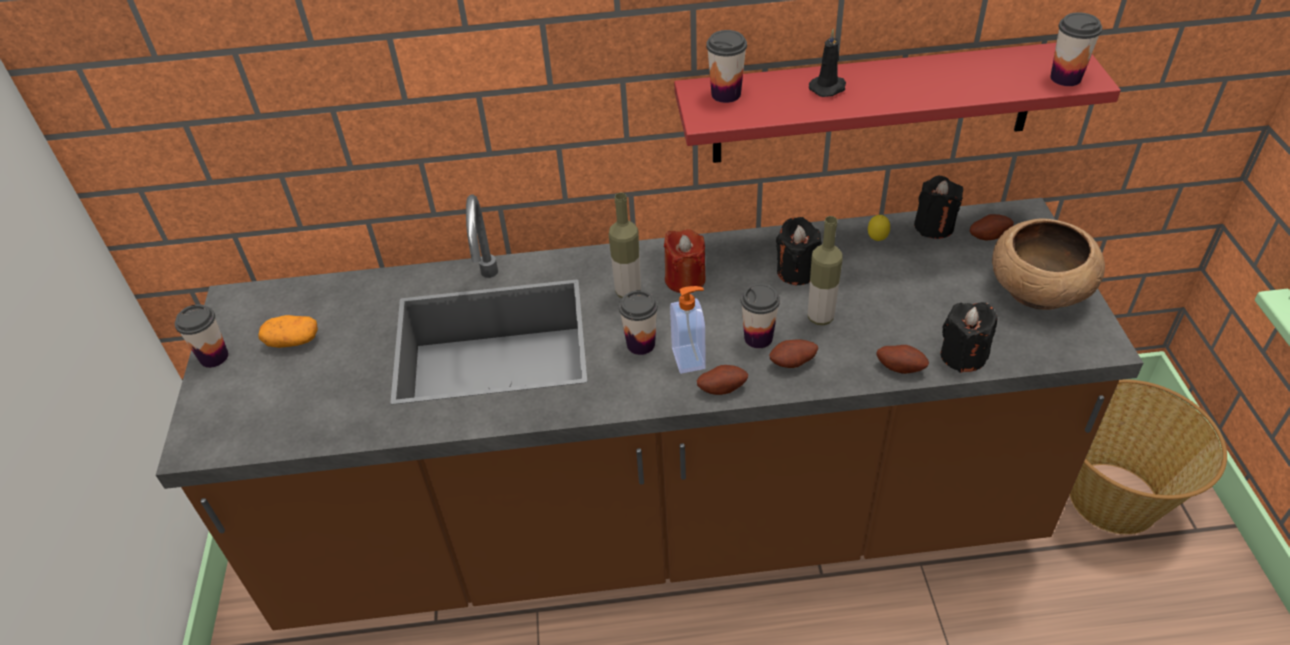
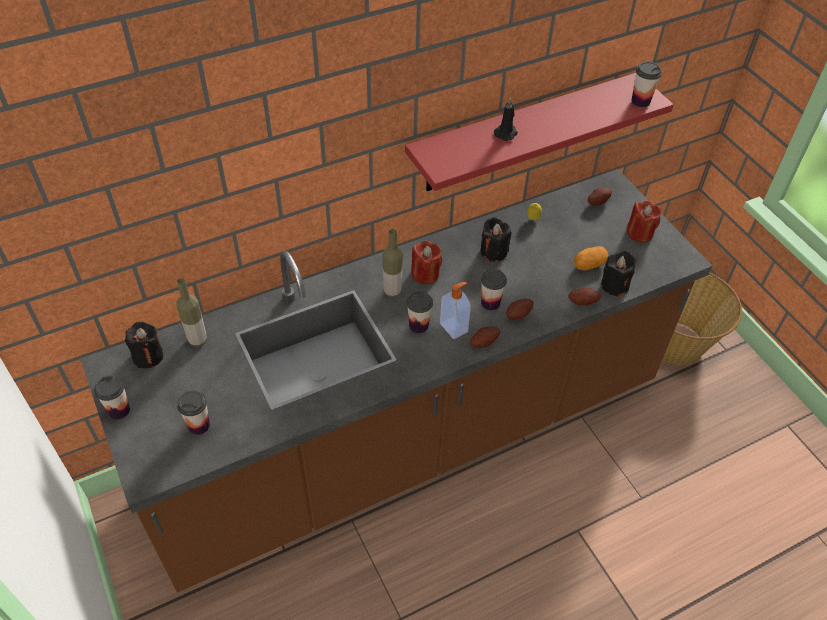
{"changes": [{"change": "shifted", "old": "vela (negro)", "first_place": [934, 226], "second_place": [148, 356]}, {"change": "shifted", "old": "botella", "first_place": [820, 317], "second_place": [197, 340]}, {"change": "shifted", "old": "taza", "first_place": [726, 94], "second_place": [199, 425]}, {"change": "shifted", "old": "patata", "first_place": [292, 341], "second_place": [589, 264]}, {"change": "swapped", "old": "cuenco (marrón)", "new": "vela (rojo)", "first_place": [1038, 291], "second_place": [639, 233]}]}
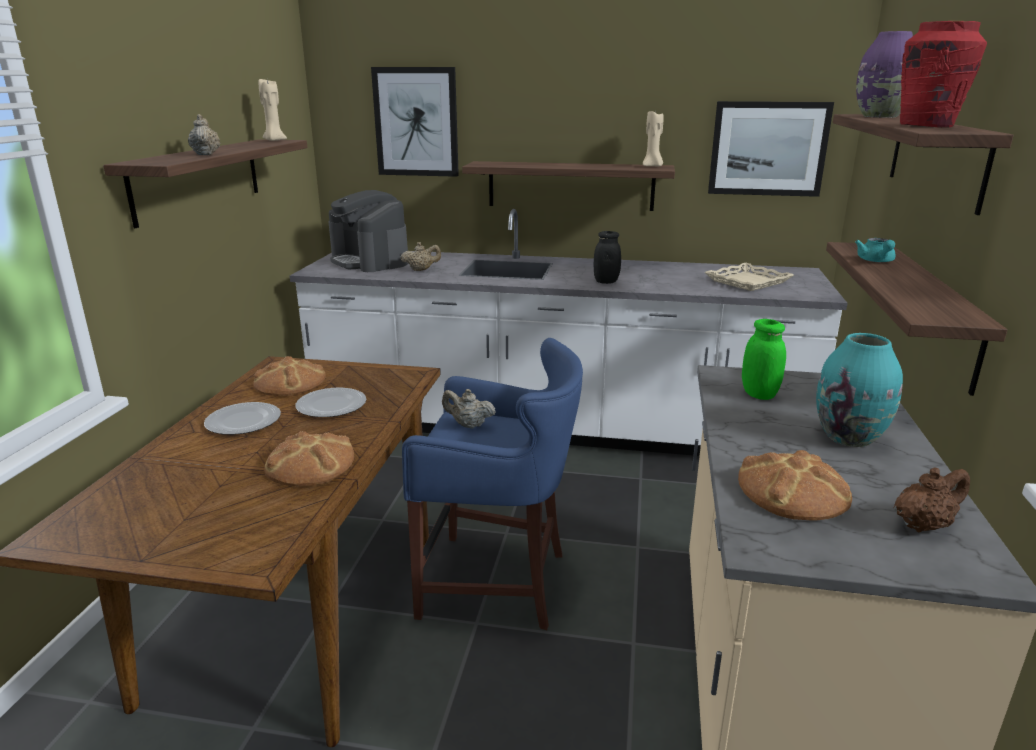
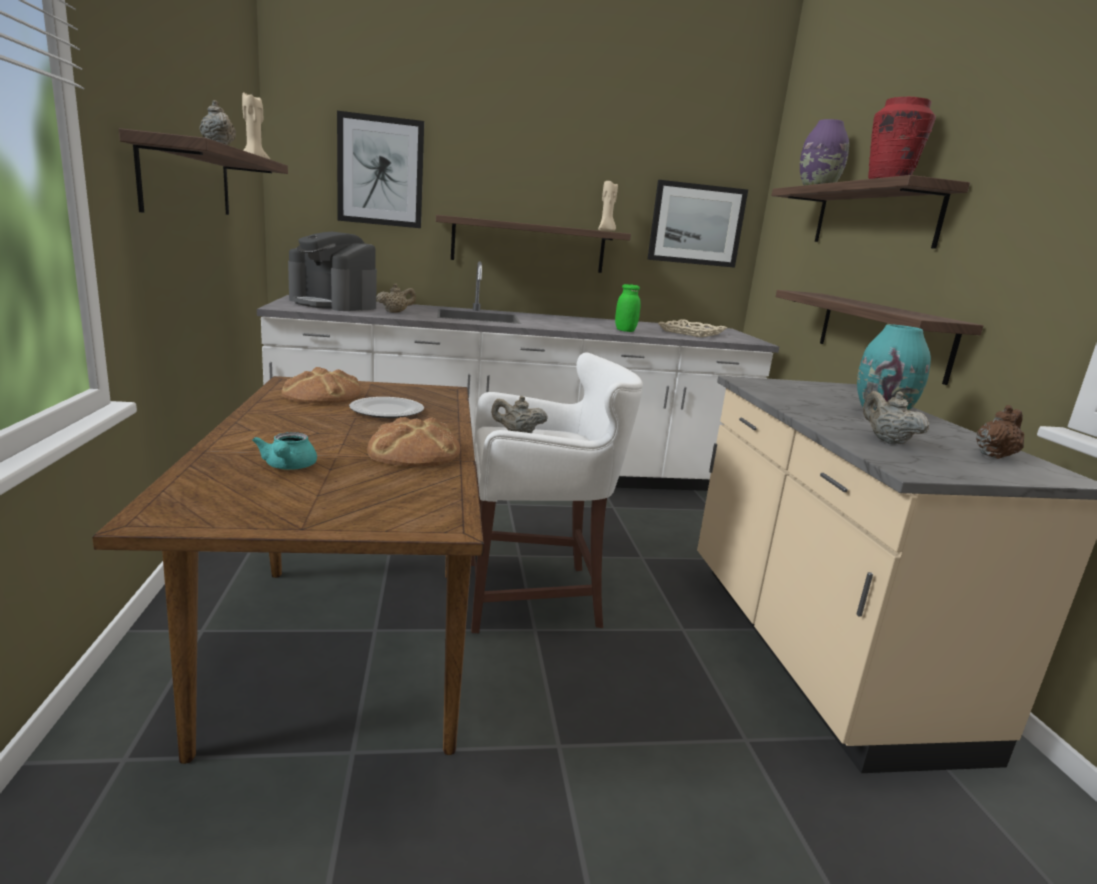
{"changes": [{"change": "shifted", "old": "tetera (turquesa)", "first_place": [876, 261], "second_place": [288, 467]}, {"change": "repainted", "old": "taburete (azul)", "new": "taburete (blanco)", "first_place": [498, 582], "second_place": [536, 595]}, {"change": "shifted", "old": "tarro (verde)", "first_place": [759, 394], "second_place": [625, 330]}, {"change": "swapped", "old": "pan", "new": "tetera (beis)", "first_place": [792, 491], "second_place": [887, 440]}, {"change": "gone", "old": "plato", "first_place": [242, 422]}, {"change": "gone", "old": "tarro (negro)", "first_place": [606, 281]}]}
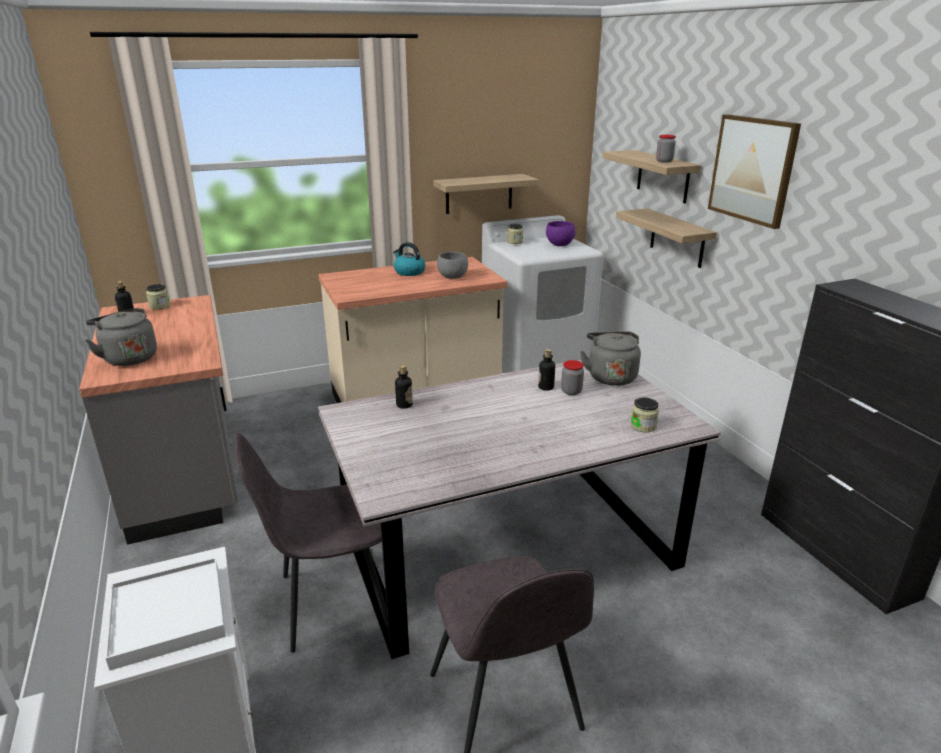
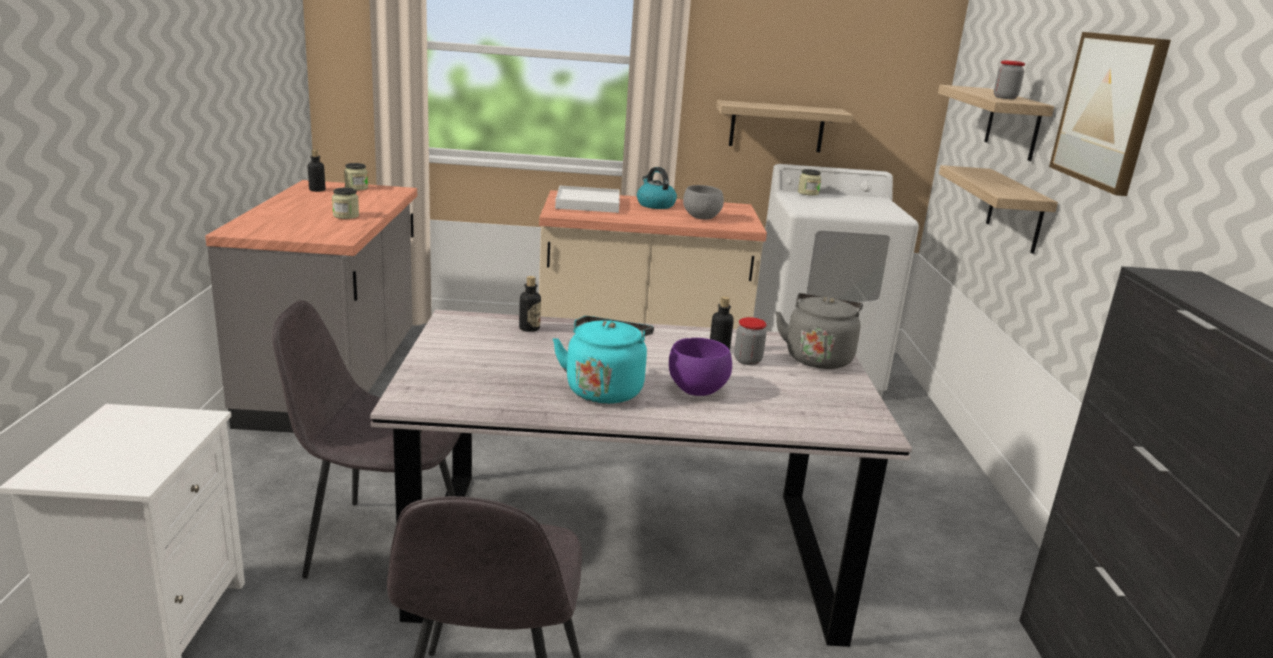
{"changes": [{"change": "shifted", "old": "tarro", "first_place": [643, 426], "second_place": [346, 216]}, {"change": "new", "new": "hervidor (turquesa)", "second_place": [605, 389]}, {"change": "shifted", "old": "bandeja (blanco)", "first_place": [168, 615], "second_place": [588, 203]}, {"change": "shifted", "old": "cuenco (morado)", "first_place": [559, 245], "second_place": [696, 390]}, {"change": "gone", "old": "hervidor (gris)", "first_place": [128, 358]}]}
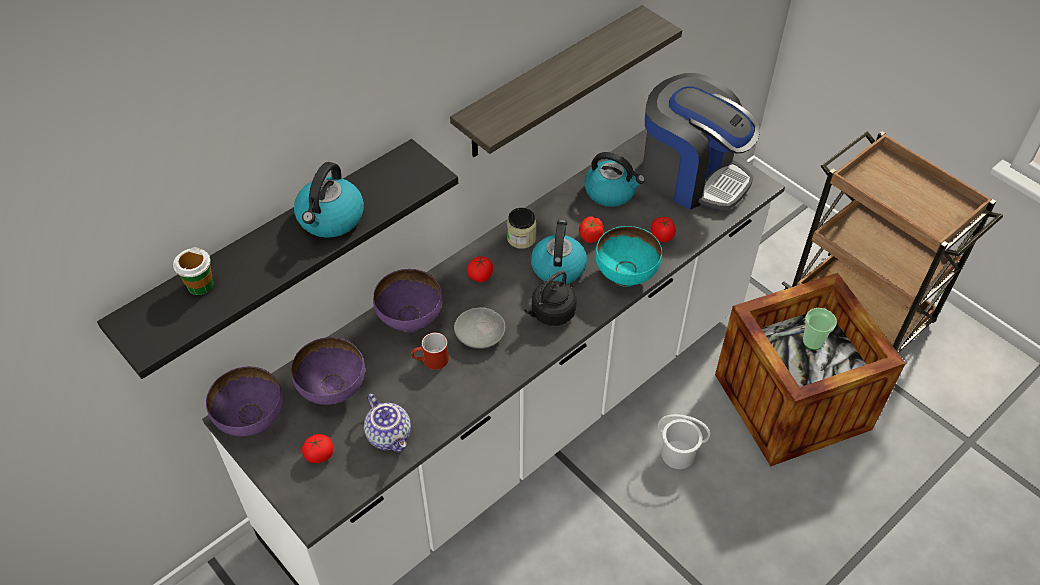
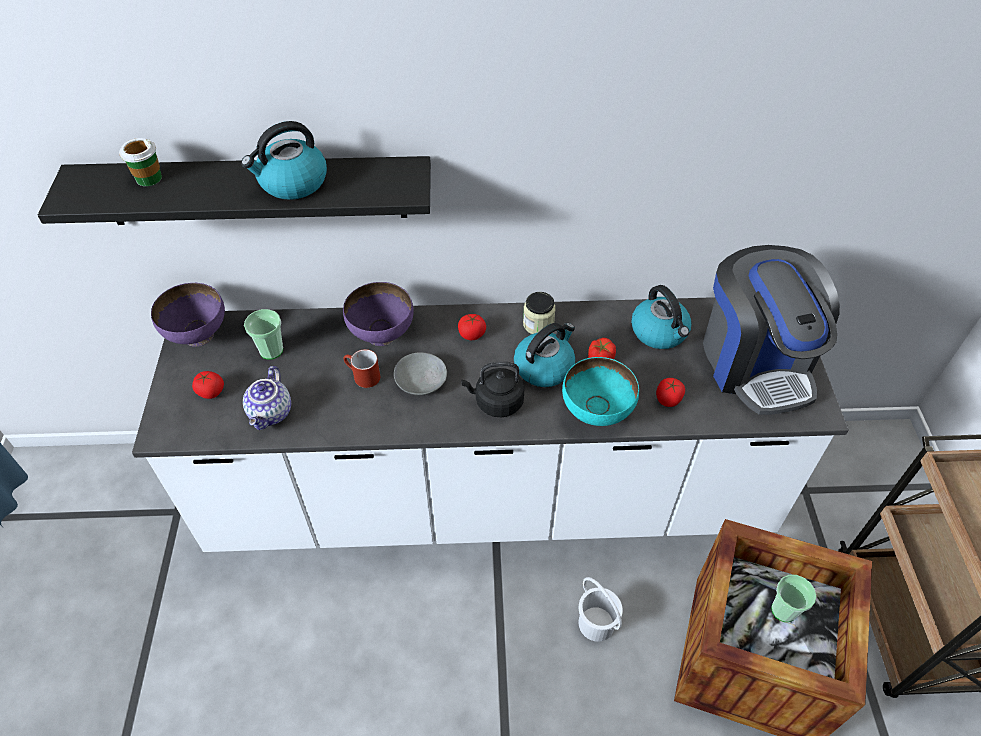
{"changes": [{"change": "swapped", "old": "cuenco (morado)", "new": "taza", "first_place": [332, 390], "second_place": [271, 350]}, {"change": "gone", "old": "estante", "first_place": [550, 84]}]}
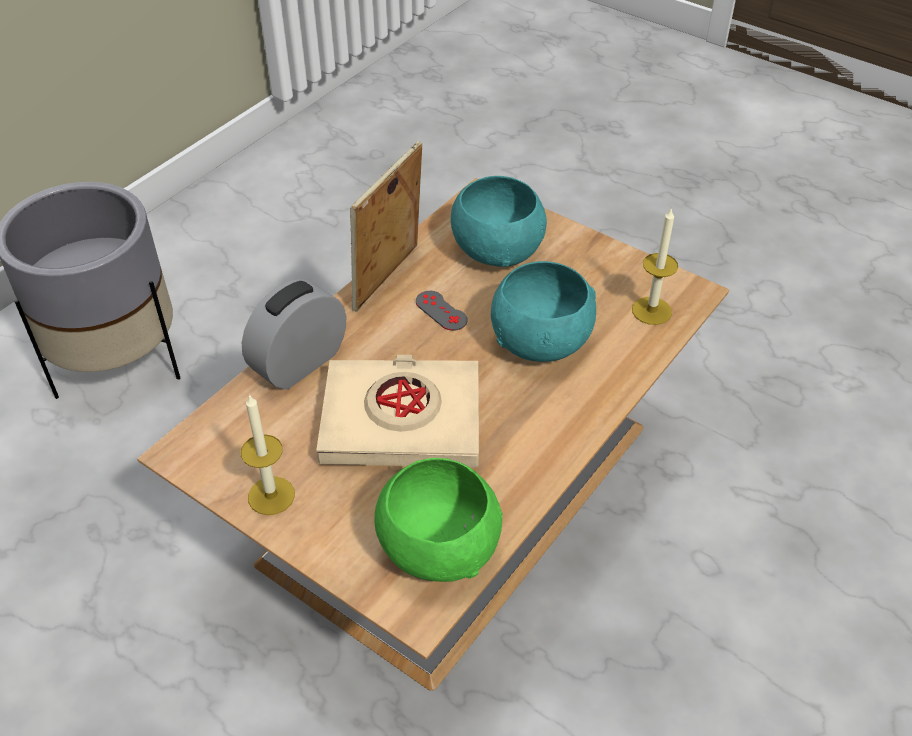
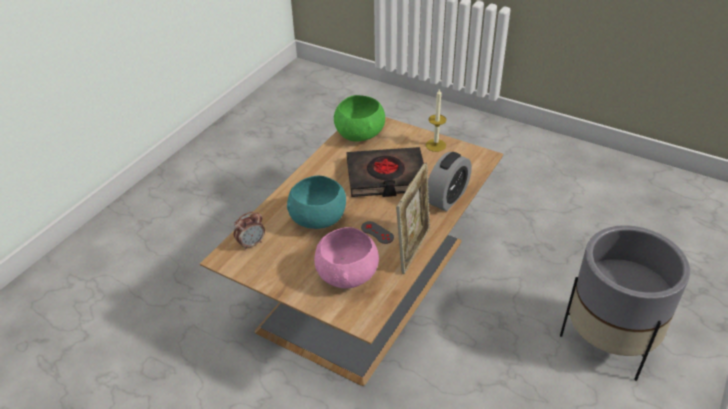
{"changes": [{"change": "swapped", "old": "vela", "new": "despertador", "first_place": [651, 311], "second_place": [251, 244]}, {"change": "repainted", "old": "cuenco (turquesa)", "new": "cuenco (rosa)", "first_place": [496, 250], "second_place": [348, 276]}, {"change": "repainted", "old": "libro (beis)", "new": "libro (negro)", "first_place": [402, 420], "second_place": [386, 177]}]}
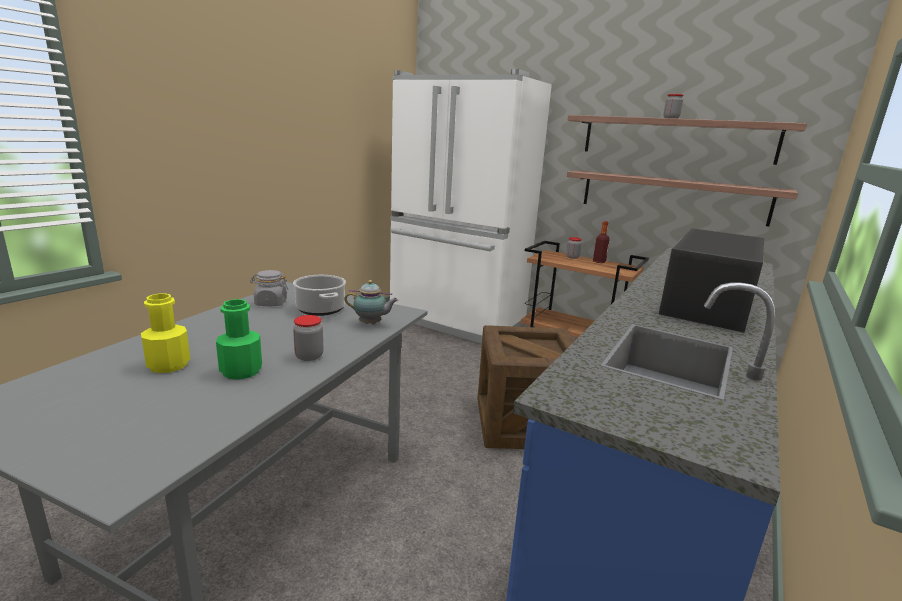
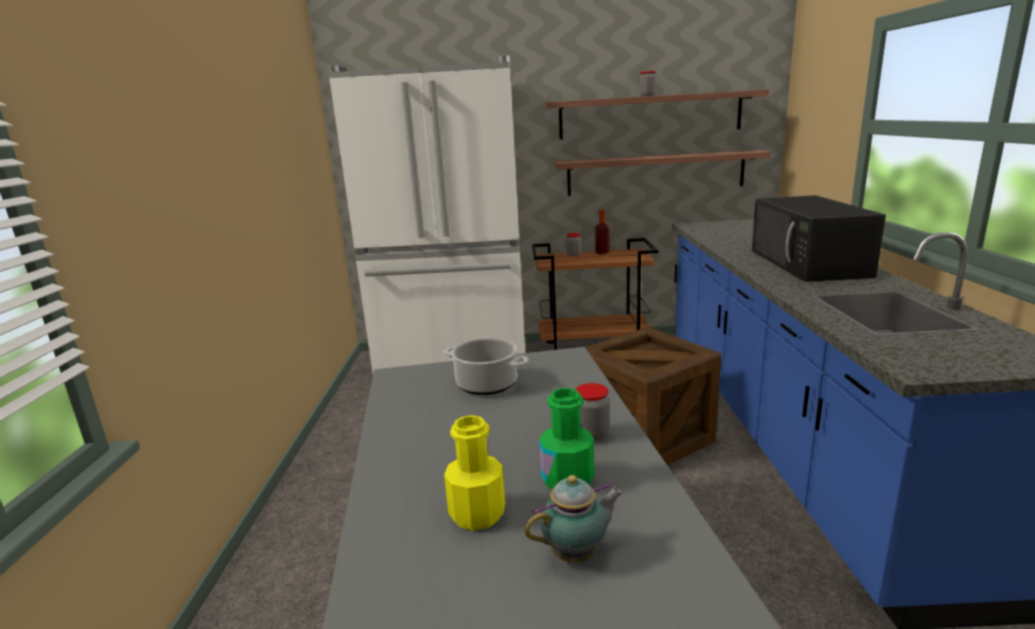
{"changes": [{"change": "shifted", "old": "tetera", "first_place": [371, 324], "second_place": [577, 554]}, {"change": "gone", "old": "tarro (gris)", "first_place": [270, 303]}]}
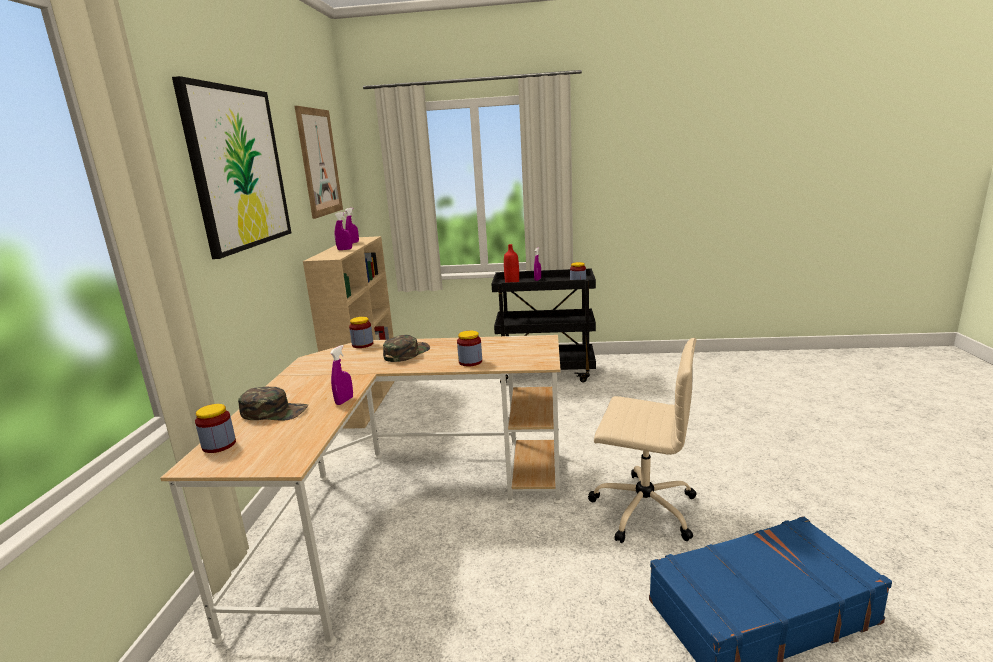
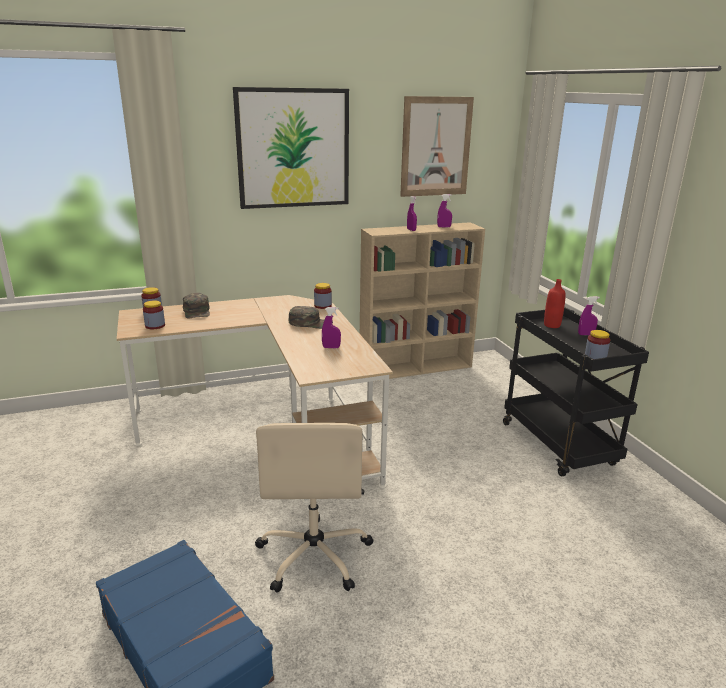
{"changes": [{"change": "shifted", "old": "tarro", "first_place": [470, 362], "second_place": [155, 326]}, {"change": "shifted", "old": "pulverizador (morado)", "first_place": [344, 401], "second_place": [331, 347]}]}
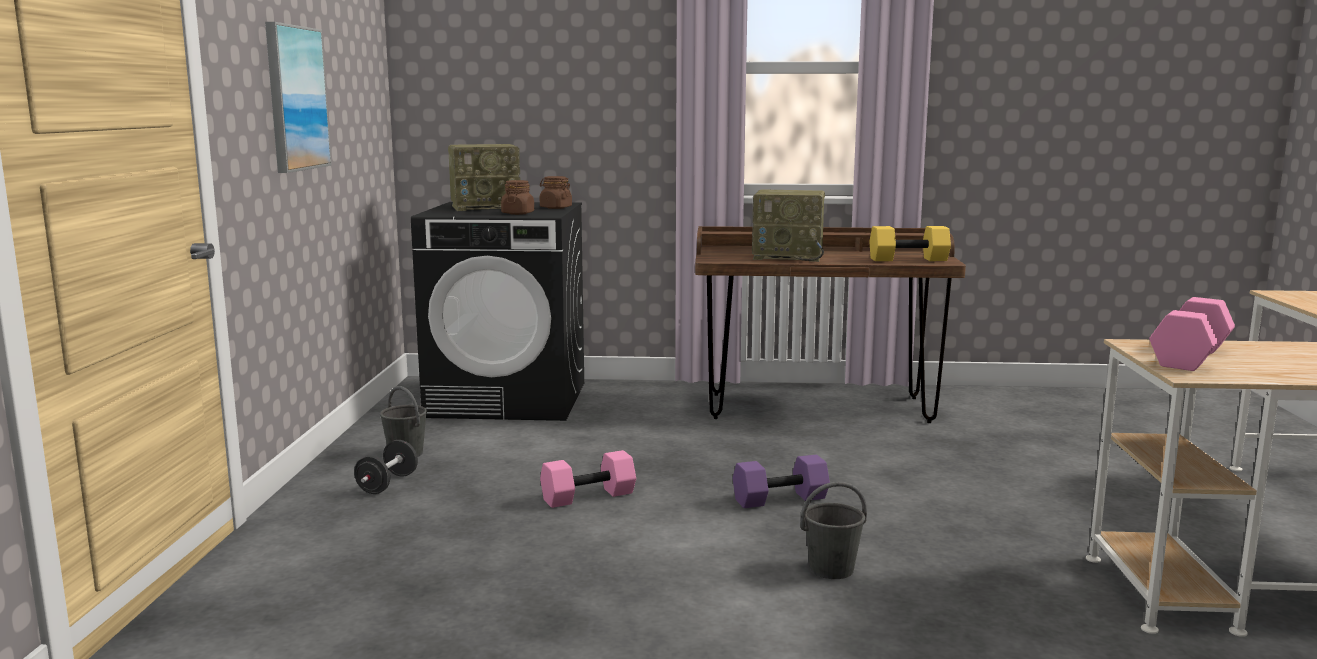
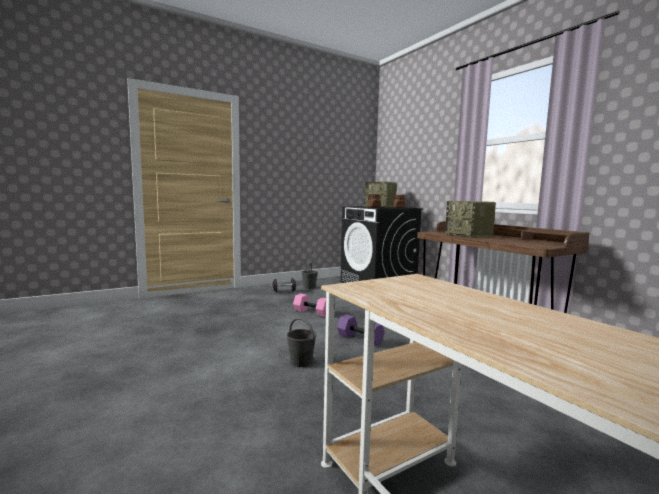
{"changes": [{"change": "gone", "old": "cuadro", "first_place": [295, 98]}, {"change": "gone", "old": "mancuerna (amarillo)", "first_place": [909, 259]}, {"change": "gone", "old": "mancuerna (rosa)", "first_place": [1188, 356]}]}
